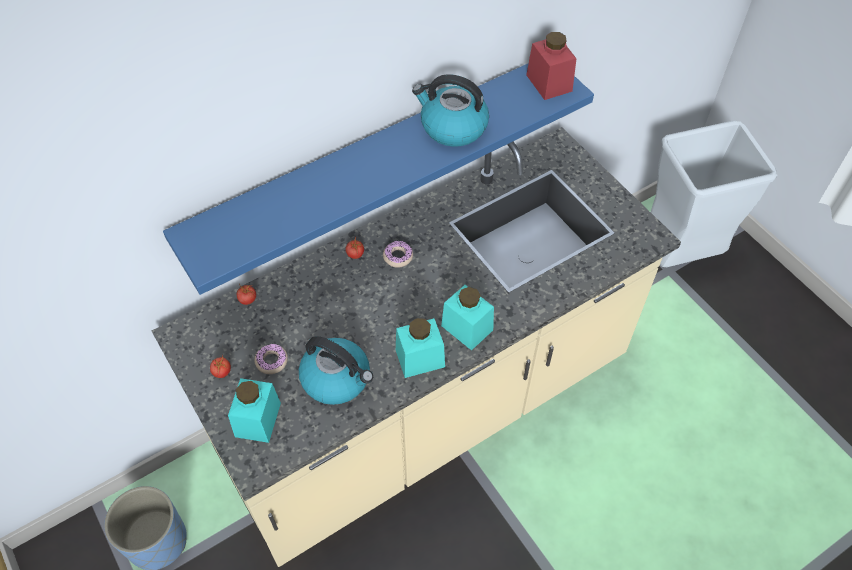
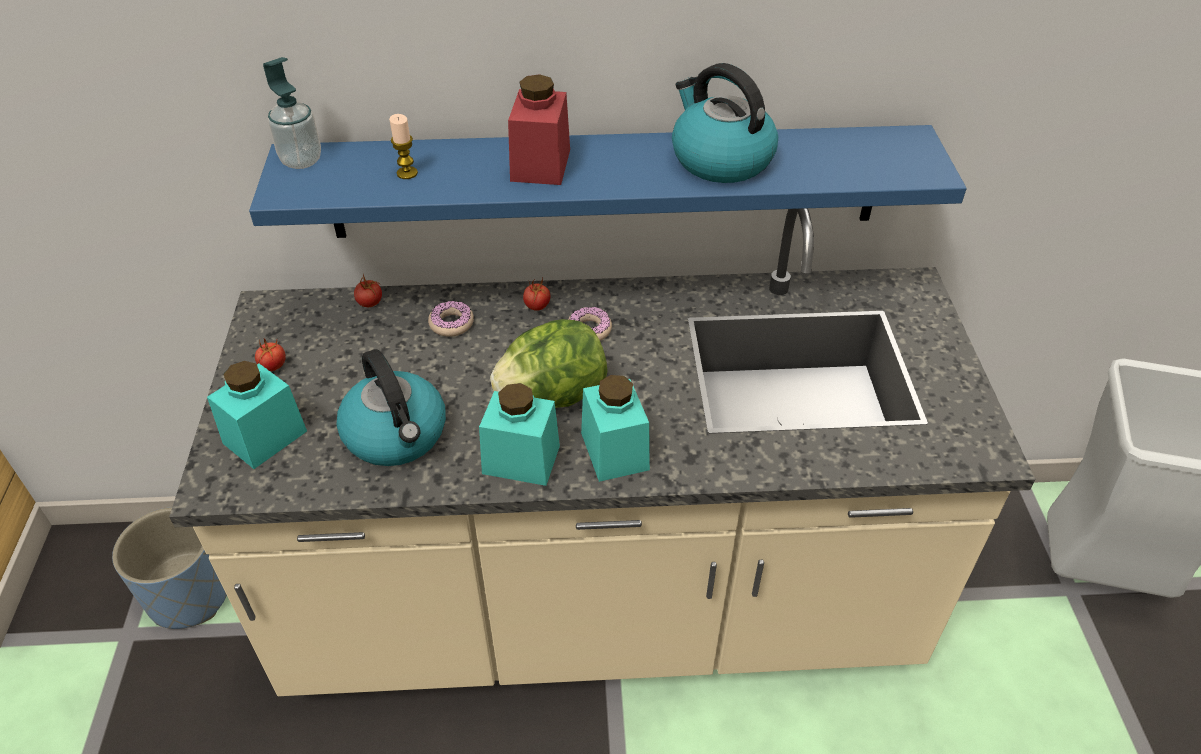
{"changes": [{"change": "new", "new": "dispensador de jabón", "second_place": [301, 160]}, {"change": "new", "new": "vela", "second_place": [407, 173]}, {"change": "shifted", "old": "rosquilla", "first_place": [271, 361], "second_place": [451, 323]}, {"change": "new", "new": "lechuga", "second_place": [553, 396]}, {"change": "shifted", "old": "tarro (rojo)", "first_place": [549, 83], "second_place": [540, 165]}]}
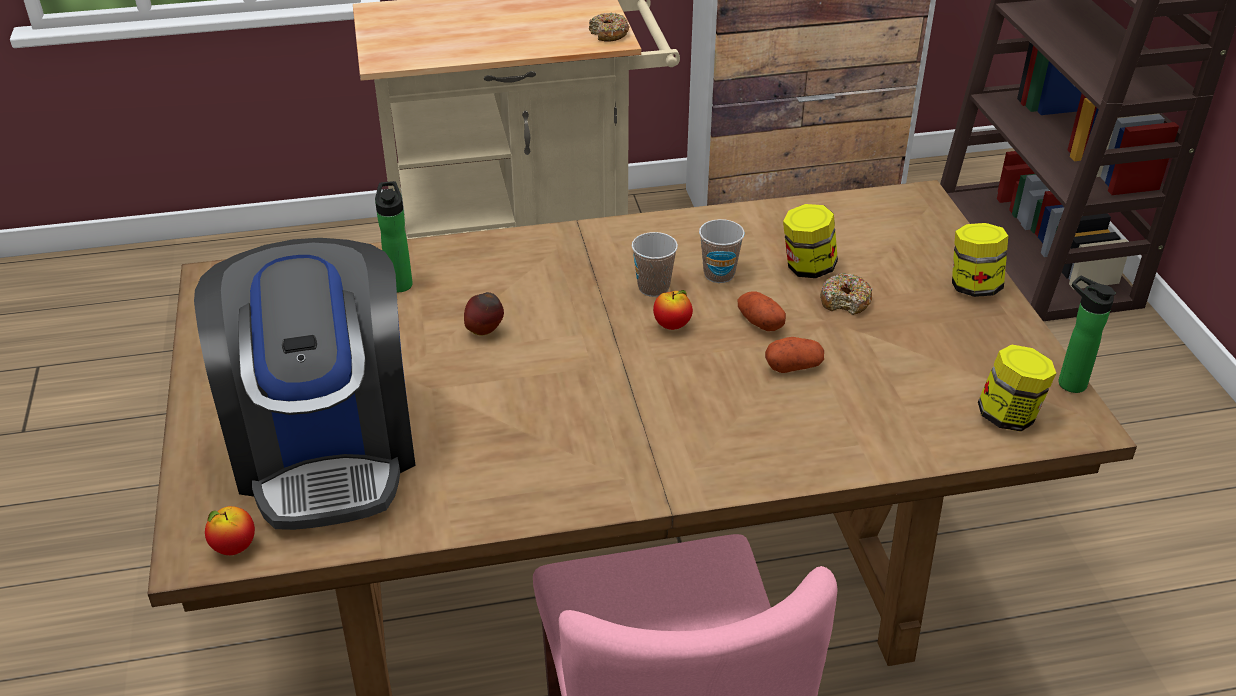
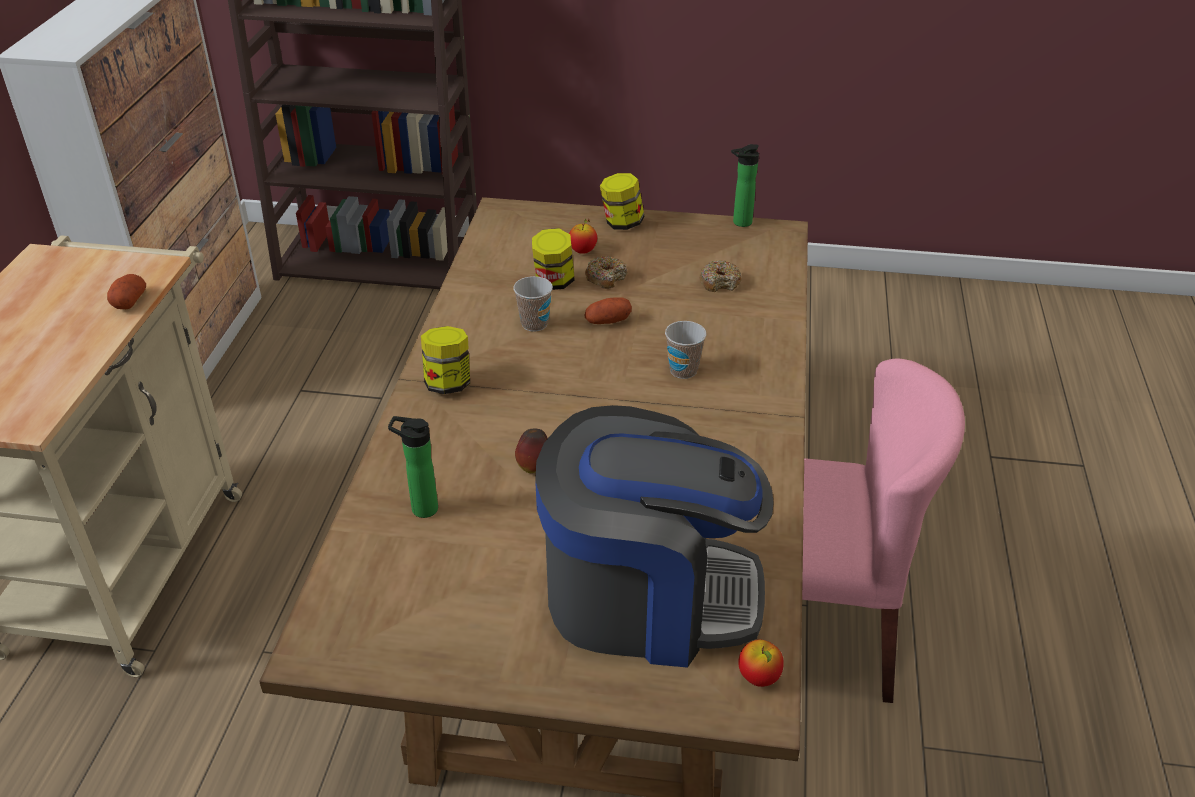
{"changes": [{"change": "shifted", "old": "patata", "first_place": [793, 366], "second_place": [129, 301]}, {"change": "shifted", "old": "tarro", "first_place": [1008, 416], "second_place": [448, 384]}, {"change": "shifted", "old": "manzana", "first_place": [672, 325], "second_place": [583, 251]}, {"change": "shifted", "old": "taza", "first_place": [653, 288], "second_place": [683, 370]}, {"change": "shifted", "old": "rosquilla", "first_place": [609, 34], "second_place": [720, 282]}]}
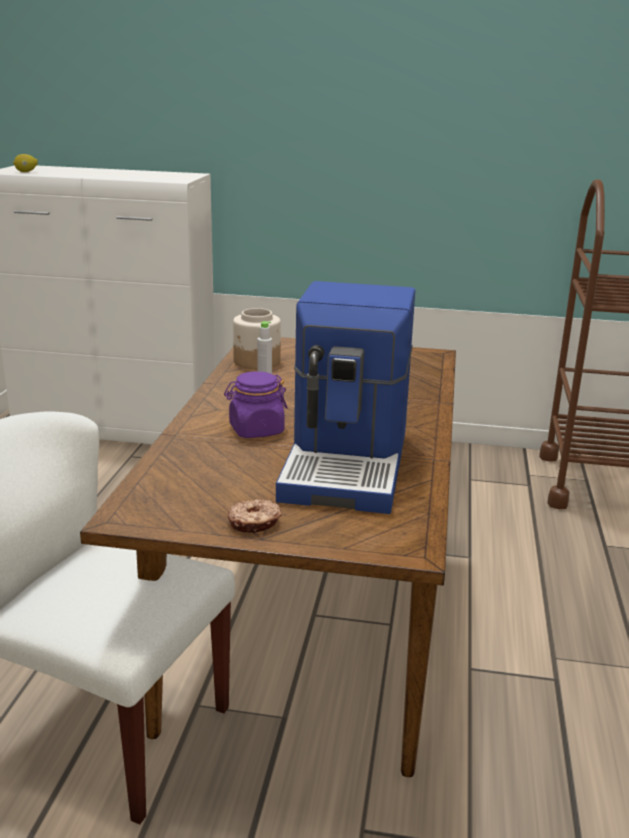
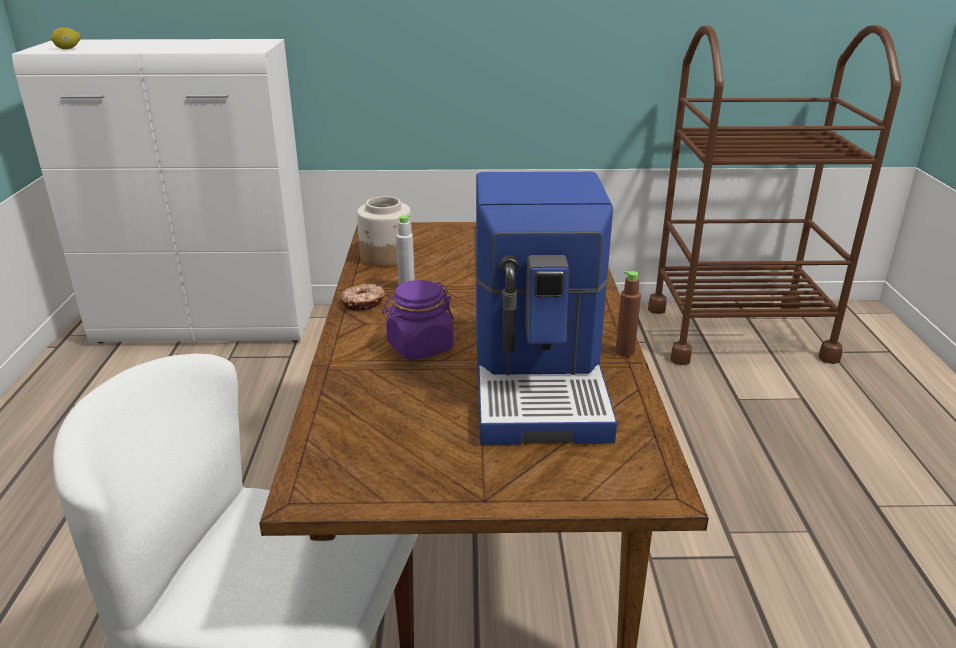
{"changes": [{"change": "shifted", "old": "rosquilla", "first_place": [254, 523], "second_place": [363, 303]}, {"change": "new", "new": "botella (marrón)", "second_place": [625, 352]}]}
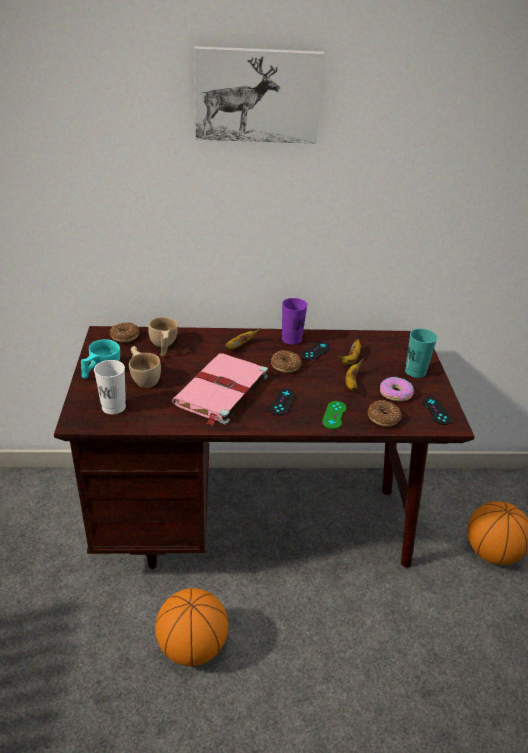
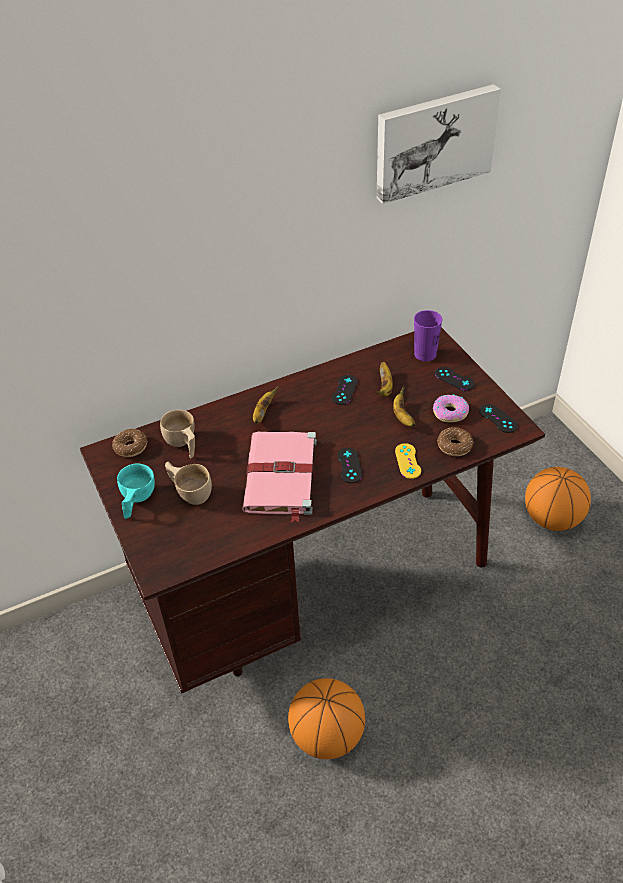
{"changes": [{"change": "shifted", "old": "cuadro", "first_place": [257, 95], "second_place": [434, 142]}, {"change": "repainted", "old": "mando de consola (verde)", "new": "mando de consola (amarillo)", "first_place": [334, 415], "second_place": [408, 461]}, {"change": "shifted", "old": "taza (morado)", "first_place": [291, 339], "second_place": [425, 354]}, {"change": "swapped", "old": "taza (turquesa)", "new": "mando de consola (negro)", "first_place": [415, 371], "second_place": [454, 379]}, {"change": "gone", "old": "taza (blanco)", "first_place": [113, 407]}, {"change": "gone", "old": "rosquilla", "first_place": [285, 366]}]}
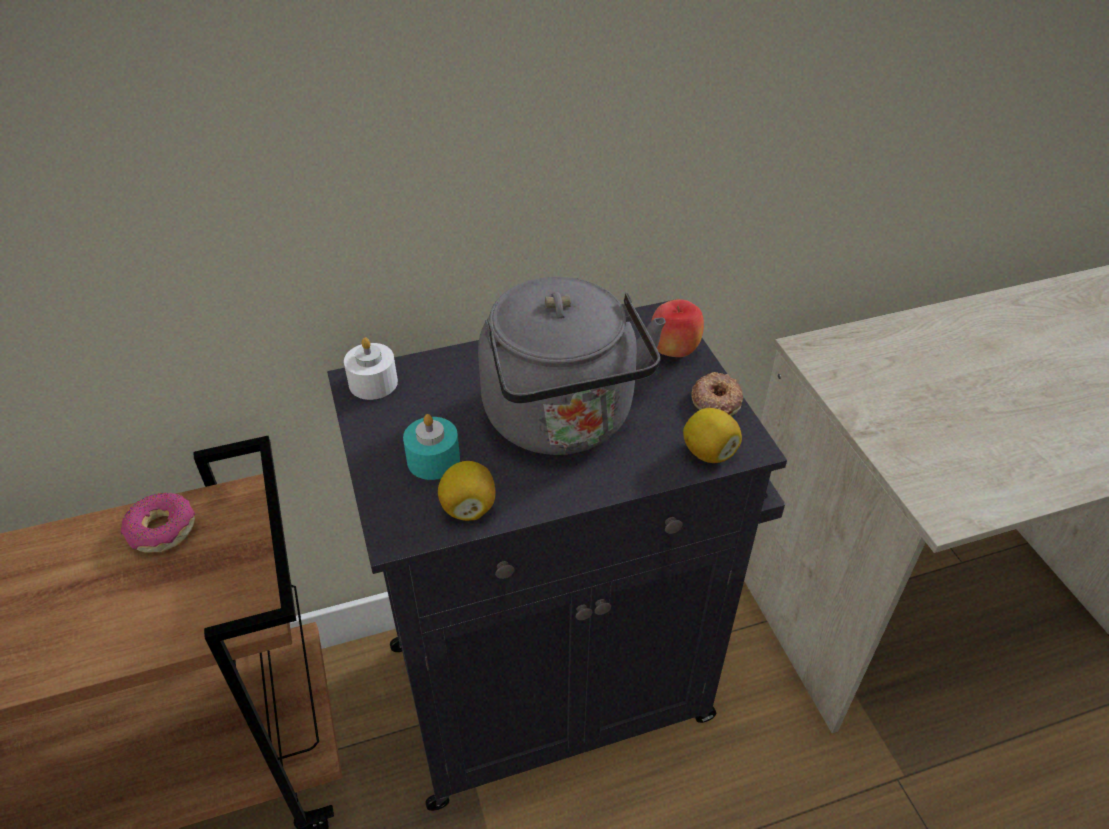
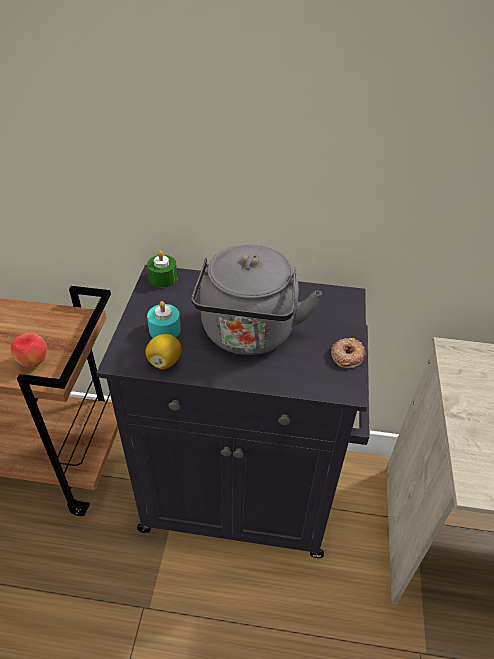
{"changes": [{"change": "shifted", "old": "manzana", "first_place": [673, 351], "second_place": [33, 362]}, {"change": "repainted", "old": "vela (blanco)", "new": "vela (verde)", "first_place": [373, 383], "second_place": [163, 278]}, {"change": "gone", "old": "rosquilla", "first_place": [162, 530]}, {"change": "gone", "old": "limón", "first_place": [708, 452]}]}
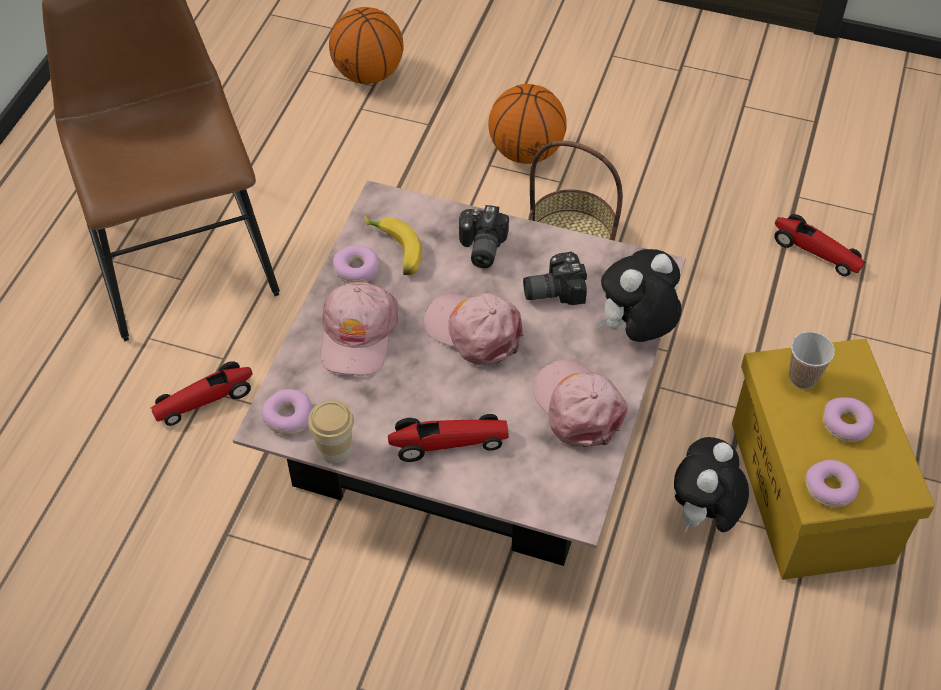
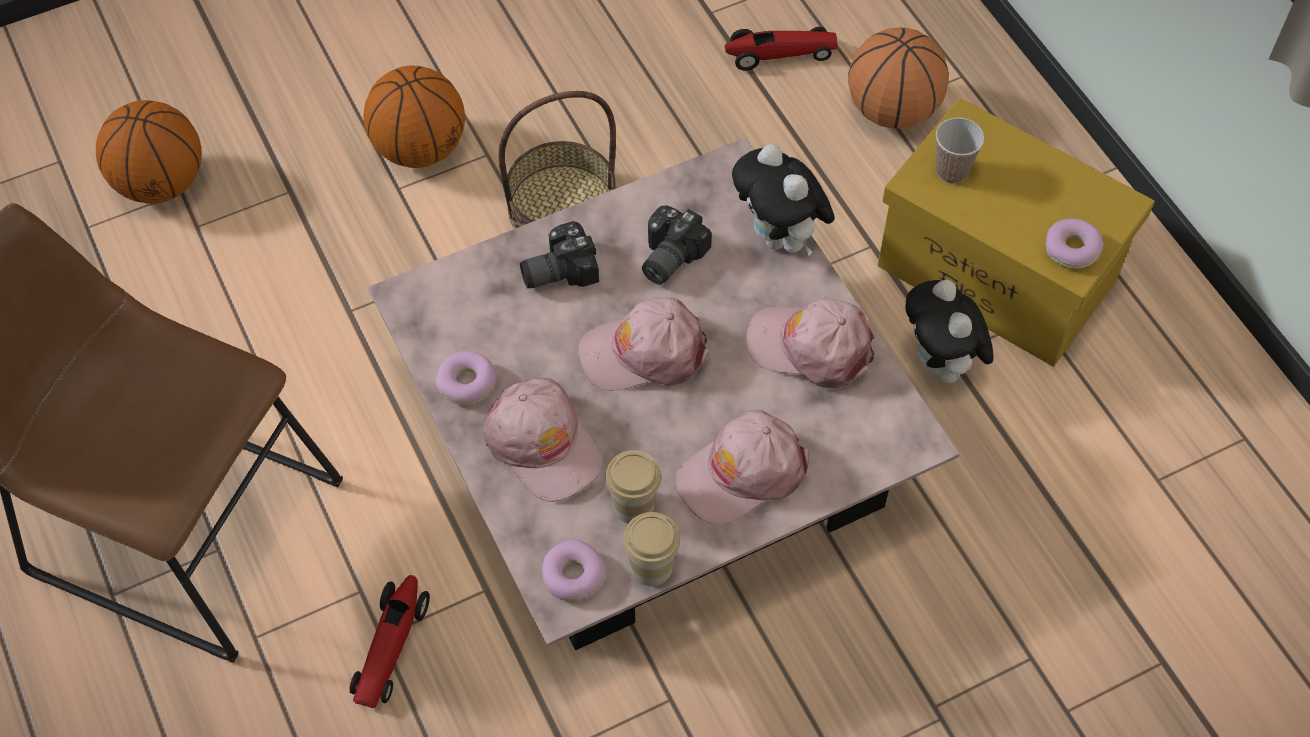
{"changes": [{"change": "rotated", "old": "cámara", "first_place": [480, 248], "second_place": [557, 269], "degrees": 105}, {"change": "new", "new": "taza", "second_place": [633, 506]}, {"change": "swapped", "old": "coche de juguete", "new": "gorra (rosa)", "first_place": [448, 442], "second_place": [741, 473]}, {"change": "rotated", "old": "peluche", "first_place": [636, 331], "second_place": [780, 238], "degrees": -45}, {"change": "new", "new": "balón de baloncesto", "second_place": [892, 111]}, {"change": "gone", "old": "plátano", "first_place": [393, 251]}, {"change": "gone", "old": "rosquilla", "first_place": [846, 425]}]}
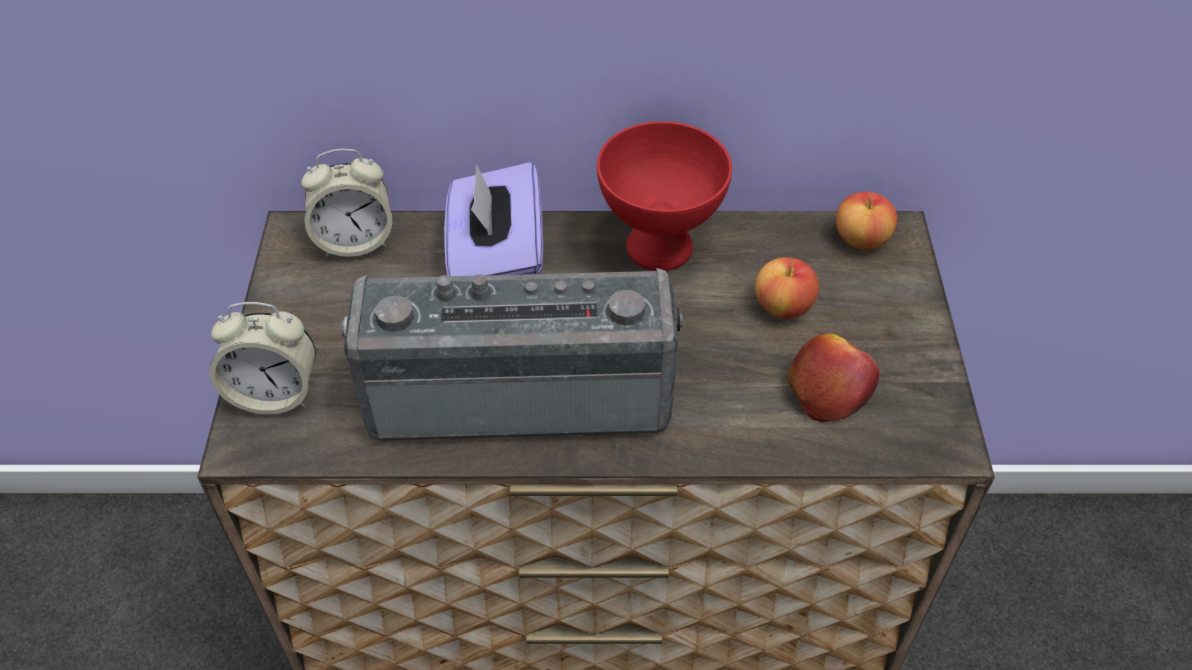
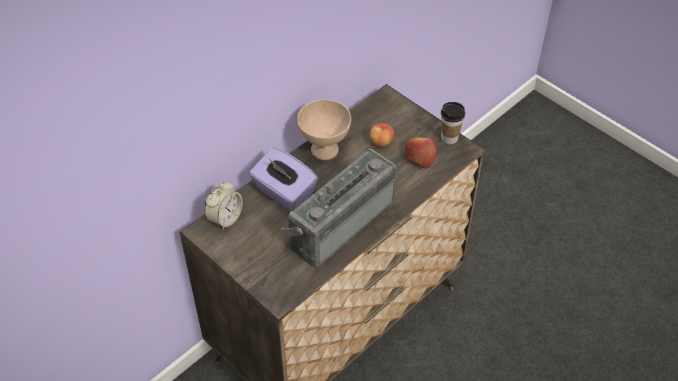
{"changes": [{"change": "repainted", "old": "cuenco (rojo)", "new": "cuenco (beis)", "first_place": [661, 247], "second_place": [325, 149]}, {"change": "new", "new": "taza", "second_place": [449, 138]}, {"change": "gone", "old": "despertador", "first_place": [275, 393]}, {"change": "gone", "old": "manzana", "first_place": [861, 239]}]}
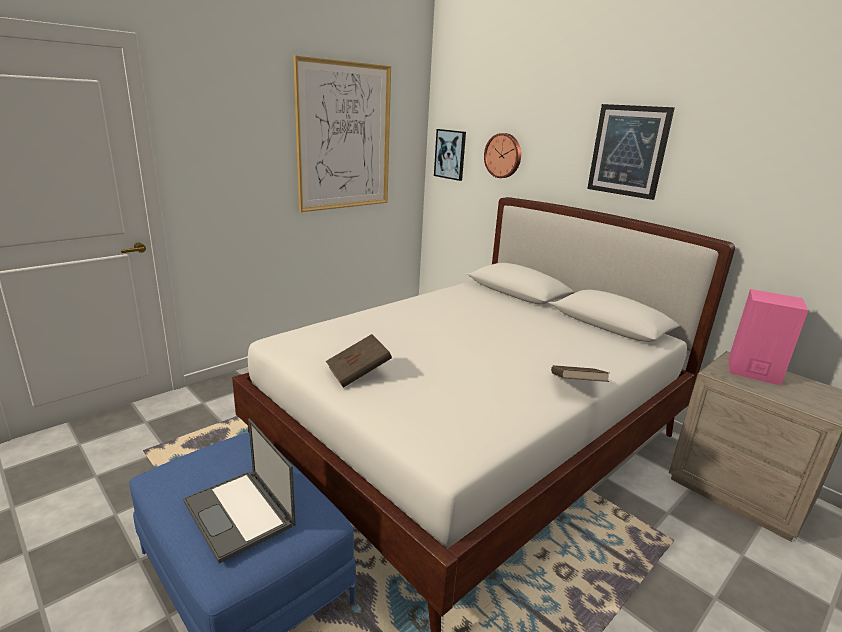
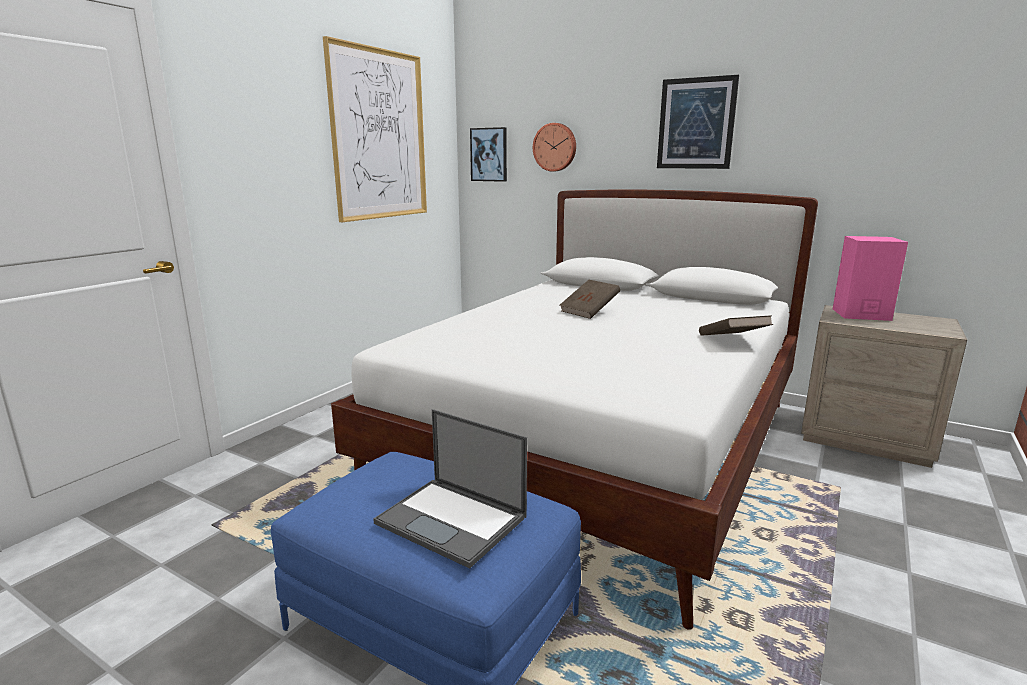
{"changes": [{"change": "shifted", "old": "libro (marrón)", "first_place": [358, 373], "second_place": [589, 311]}]}
